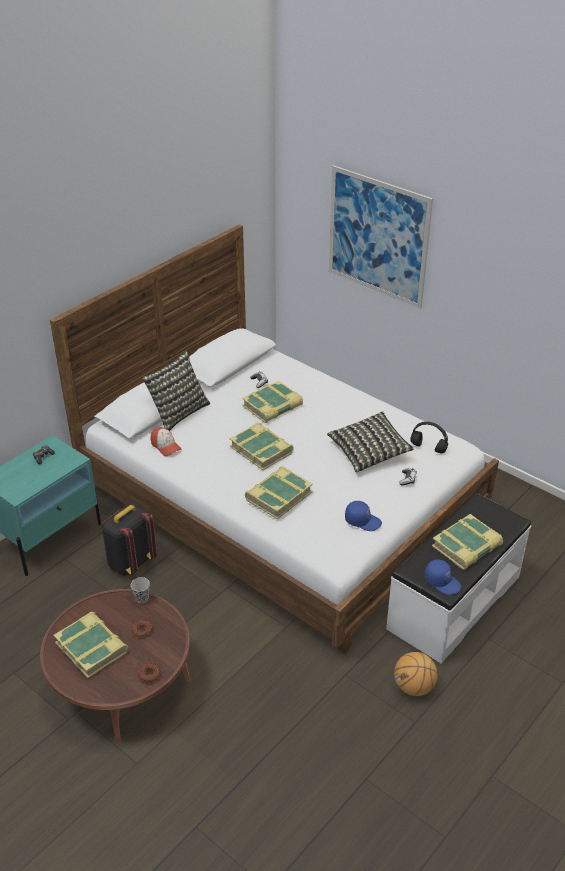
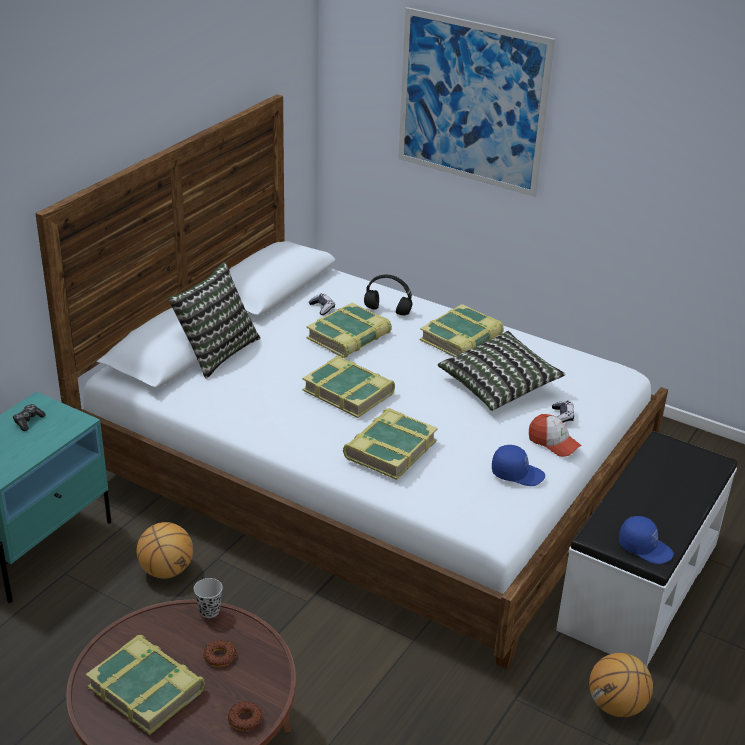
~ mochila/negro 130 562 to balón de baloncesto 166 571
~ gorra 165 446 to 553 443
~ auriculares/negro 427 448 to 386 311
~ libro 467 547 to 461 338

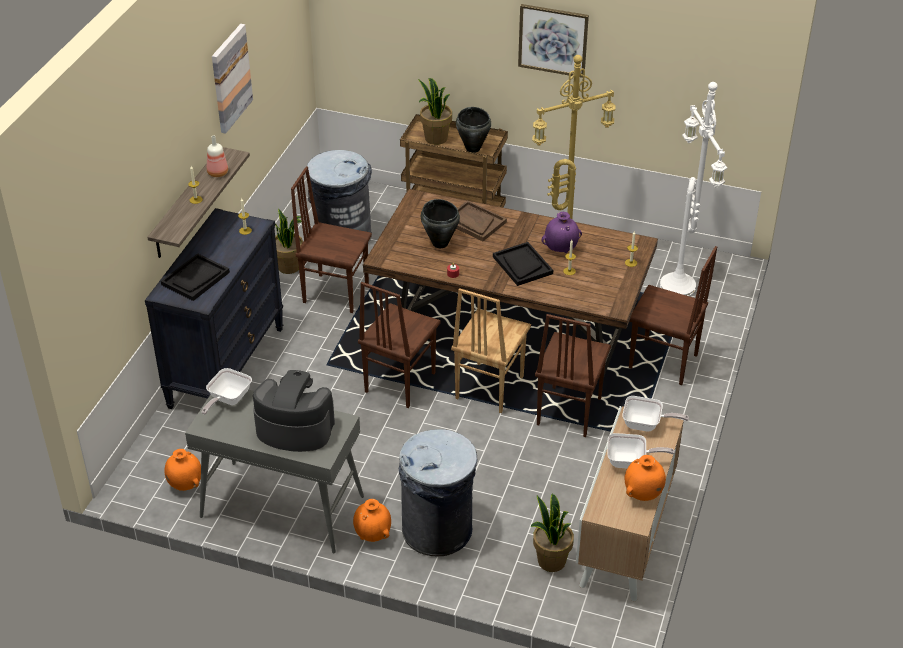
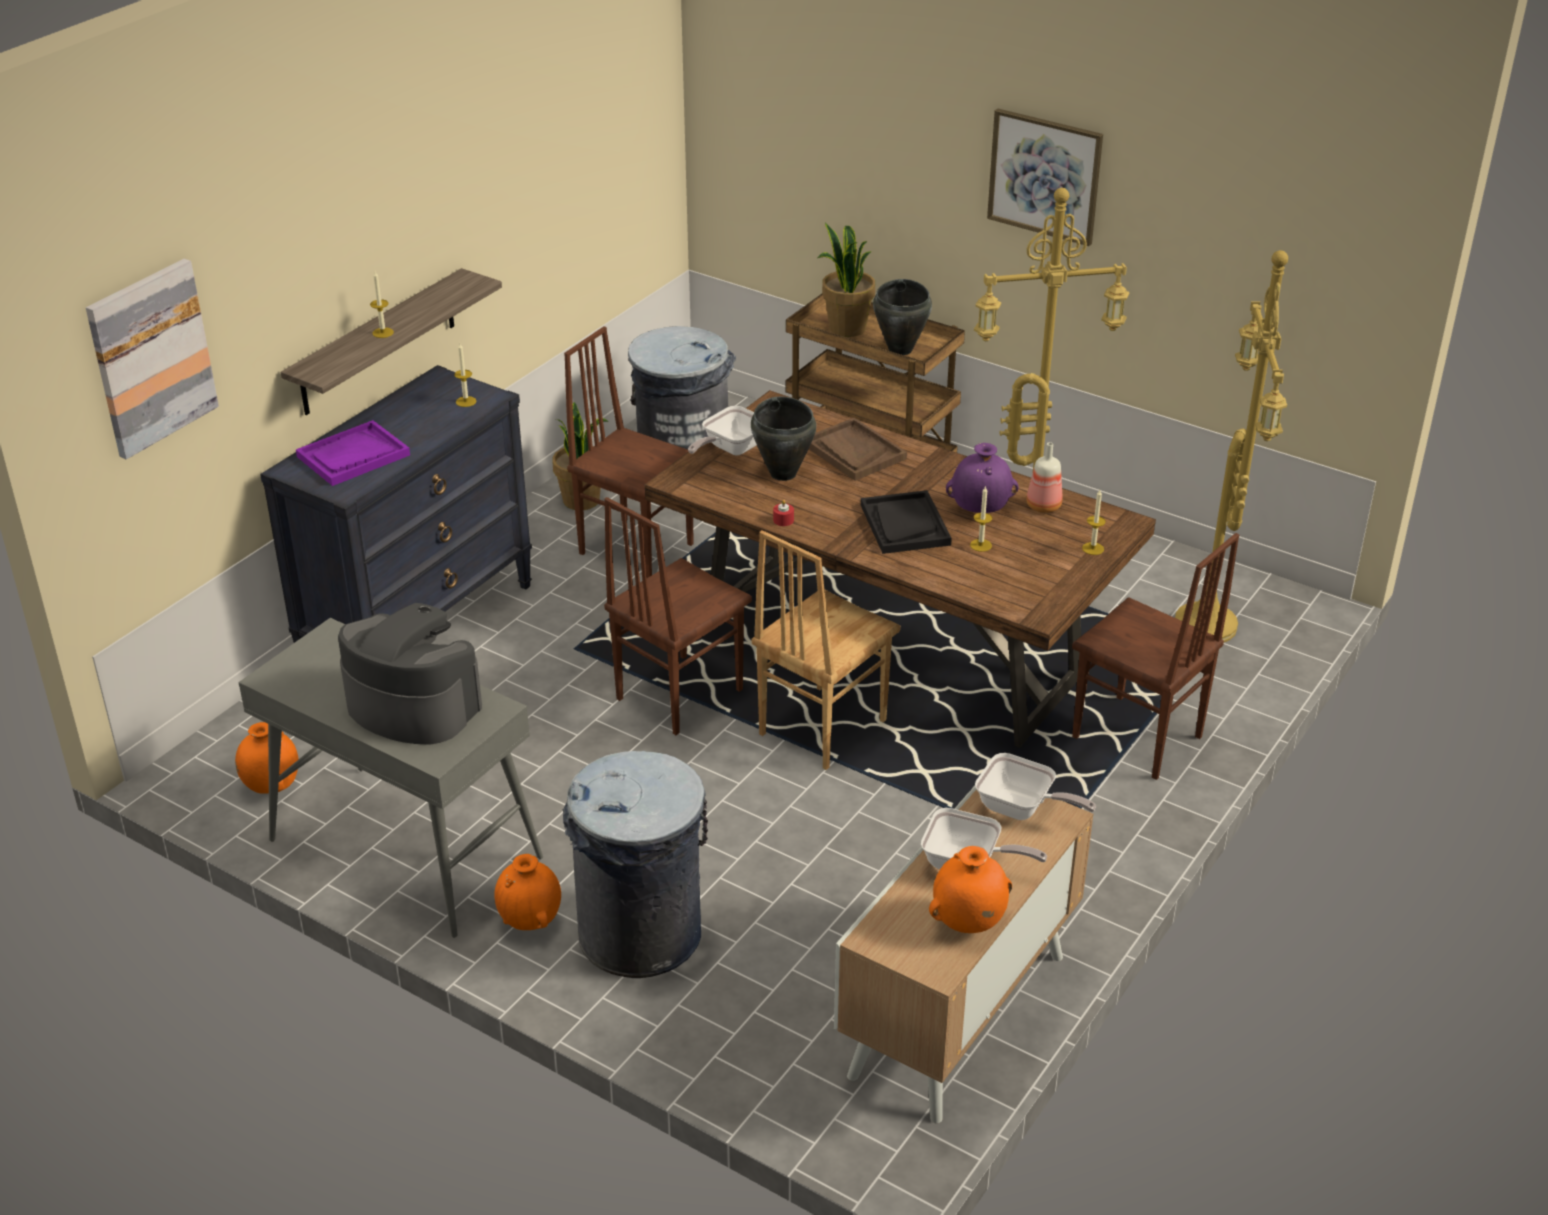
~ bandeja/negro 195 279 to bandeja/morado 353 456
~ sartén 227 400 to 730 449
~ botella 218 173 to 1043 507
~ cuadro 230 78 to 151 357
- planta en maceta 551 561
- silla/marrón 567 412
~ lámpara de pie/blanco 680 287 to lámpara de pie/amarillo 1210 627

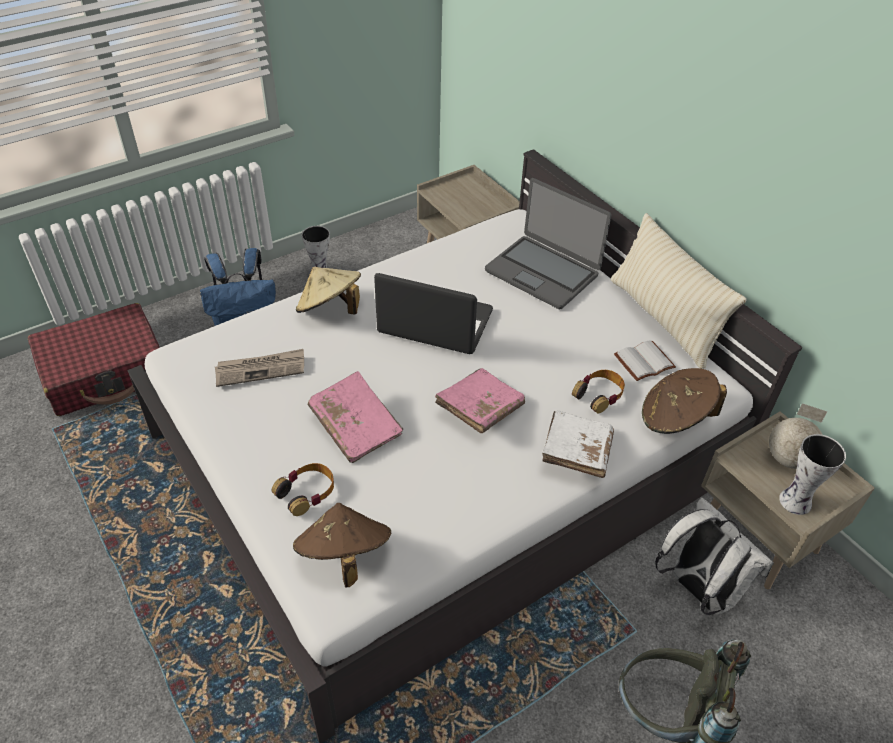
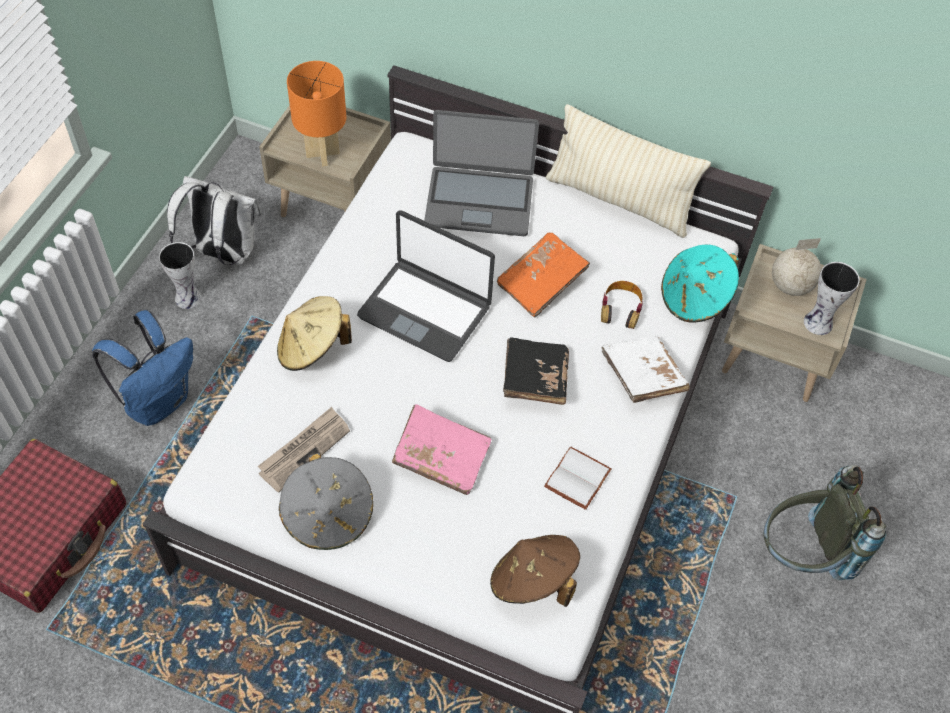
- auriculares 306 492
~ portátil 435 323 = 425 310 135 degrees counterclockwise
~ libro/rosa 479 409 to libro/negro 534 379
~ libro/blanco 644 363 to 578 480
~ sombrero/marrón 675 417 to sombrero/turquesa 695 298
~ mochila/blanco 698 589 to 222 253
+ sombrero/gris 328 516
+ lámpara de mesa/naranja 322 153
+ libro/naranja 541 283

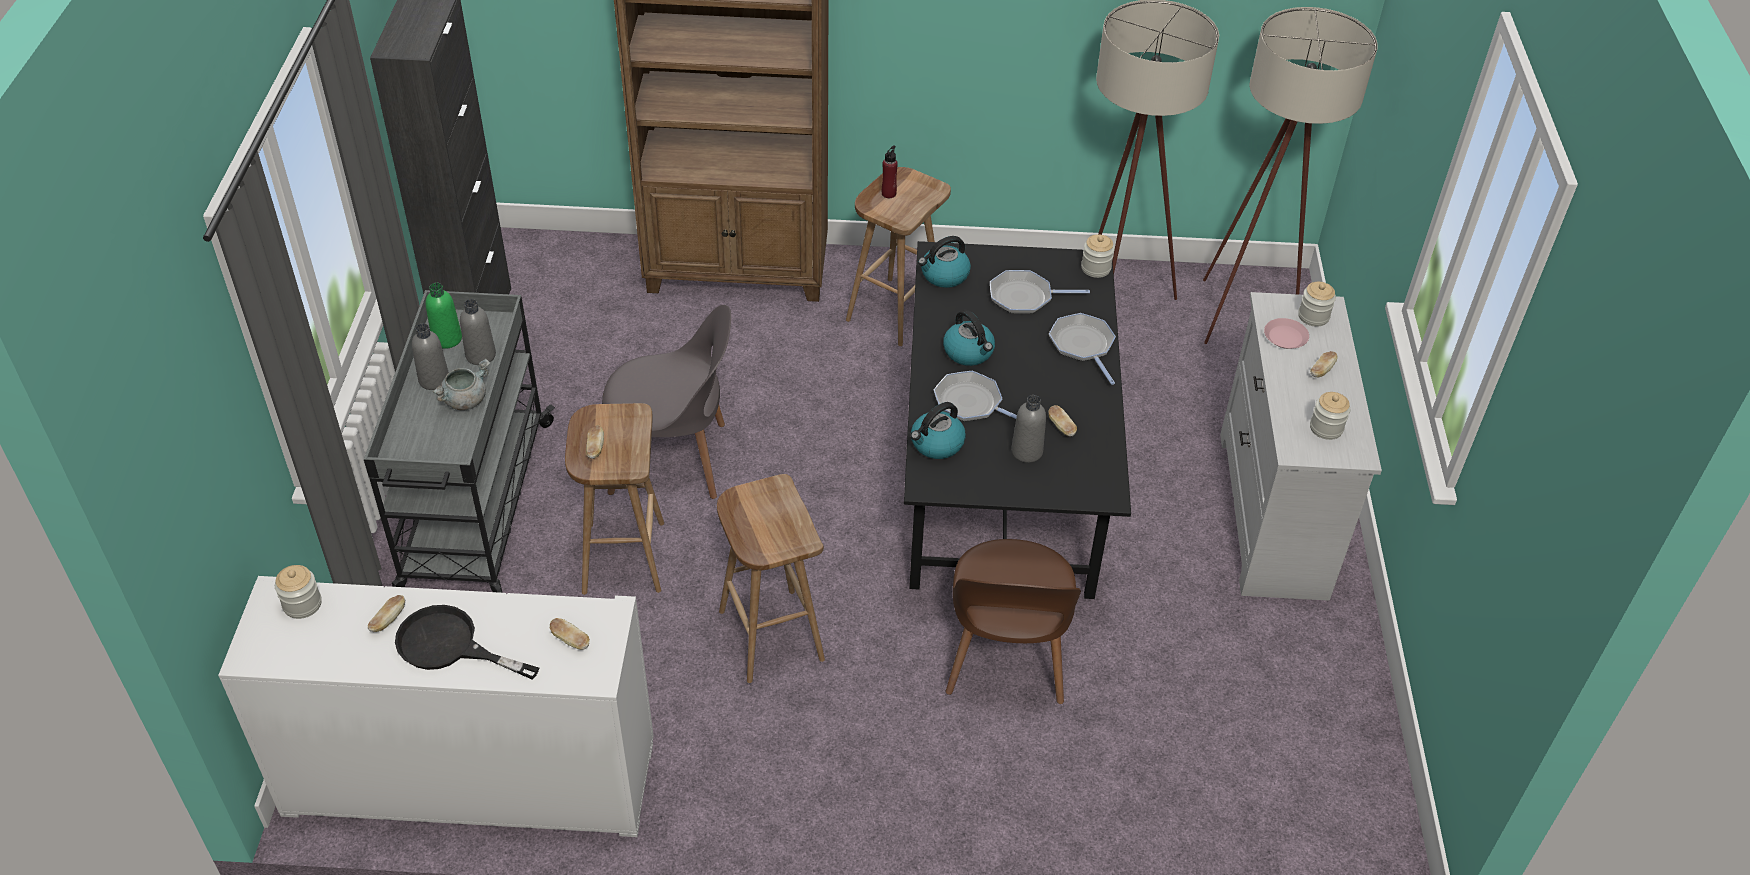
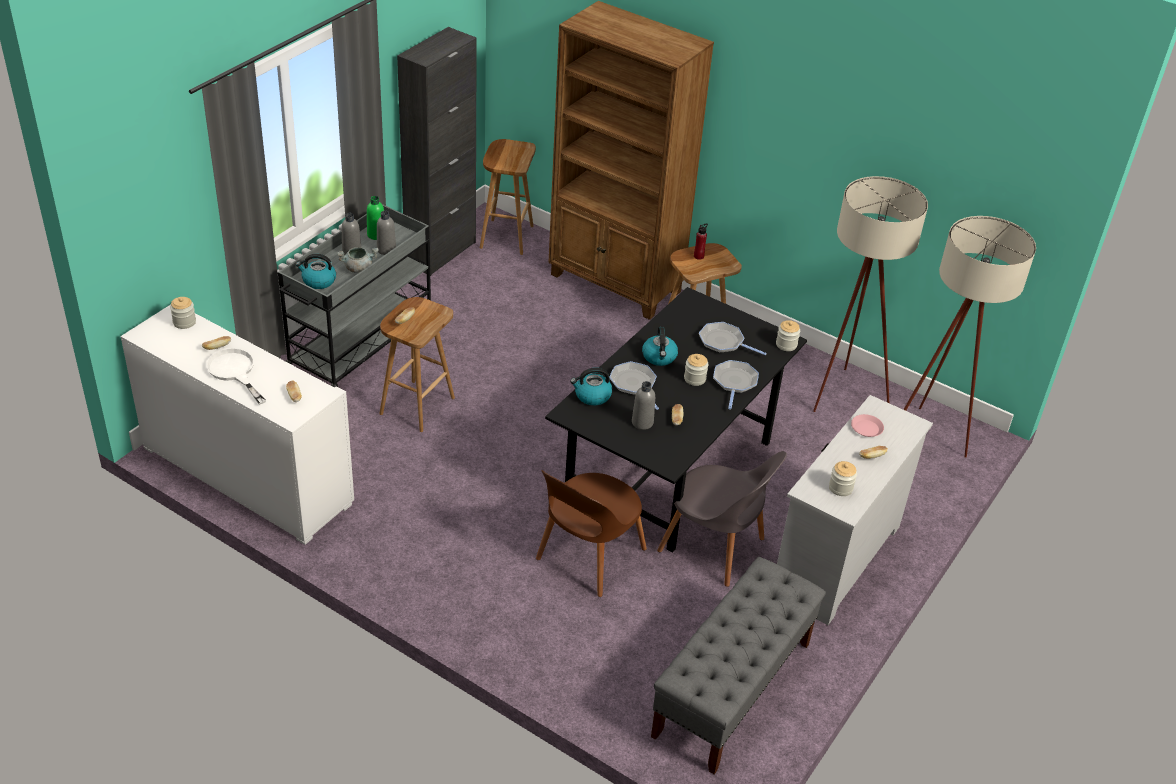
~ sartén/negro 450 646 to sartén/blanco 235 372
~ silla/gris 674 459 to 715 547
~ taburete/marrón 769 634 to 506 236
~ hervidor 944 275 to 318 281
~ tarro 1313 316 to 694 379
+ banco/gris 732 690

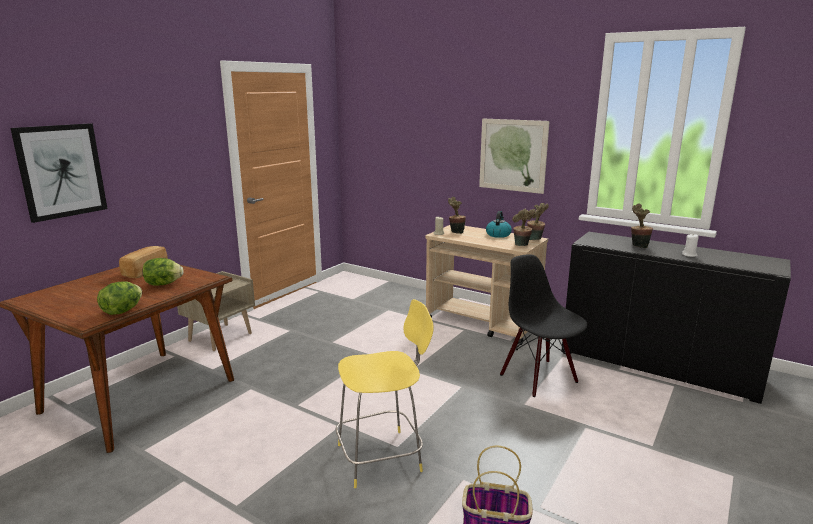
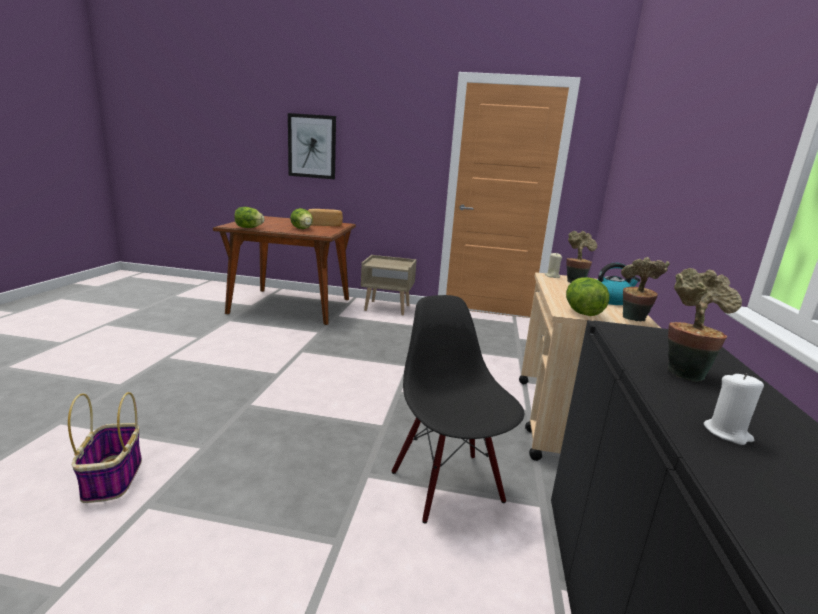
- taburete/amarillo 382 457
- cuadro 512 155
~ silla/negro 539 378 = 448 485 60 degrees counterclockwise
~ planta en maceta 522 245 to lechuga 582 313

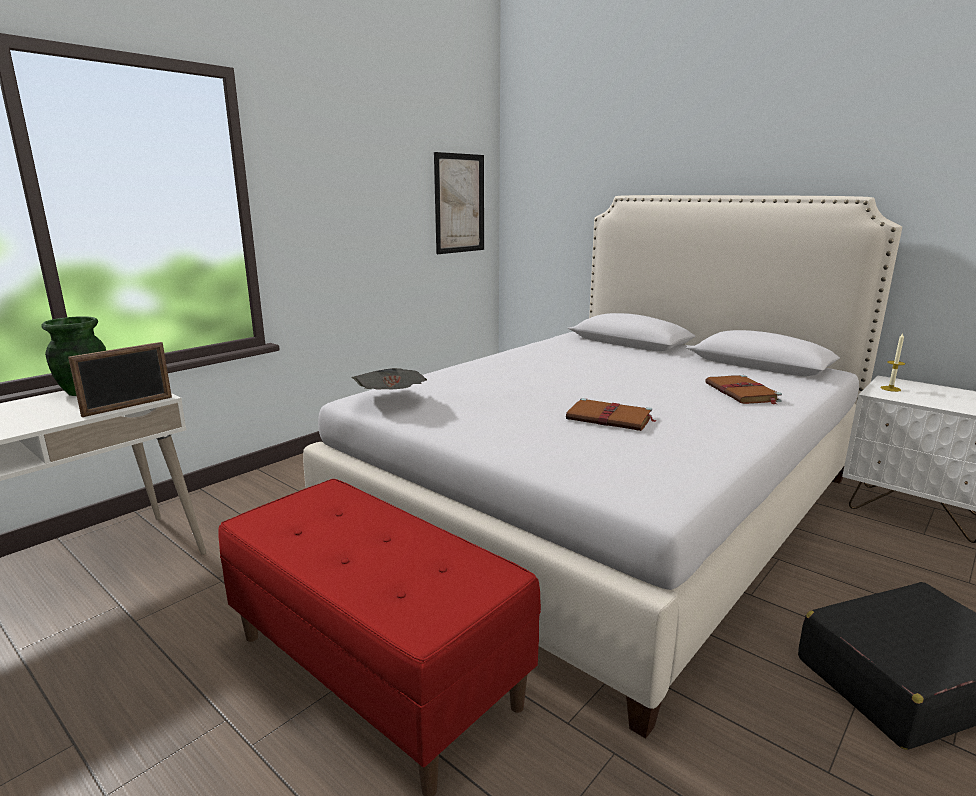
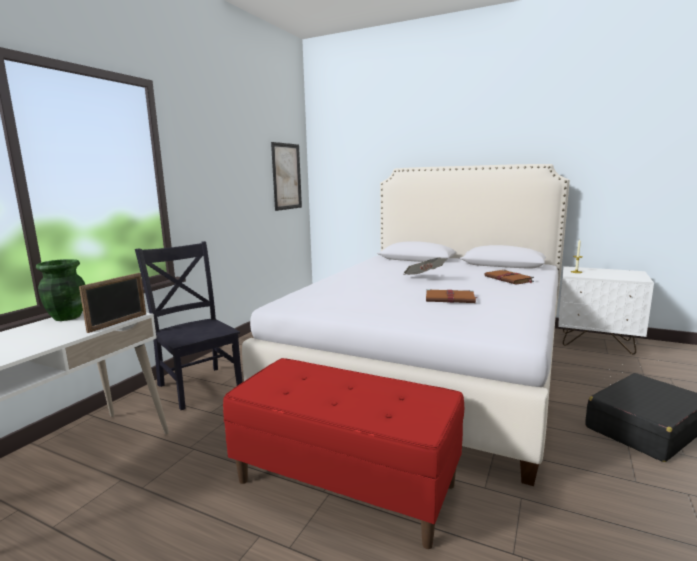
~ periódico 391 399 to 423 278
+ silla/negro 199 385

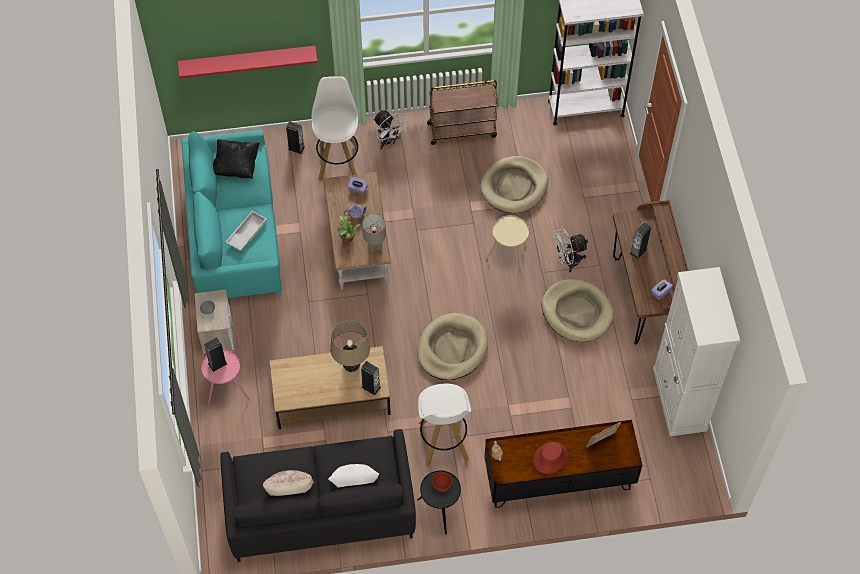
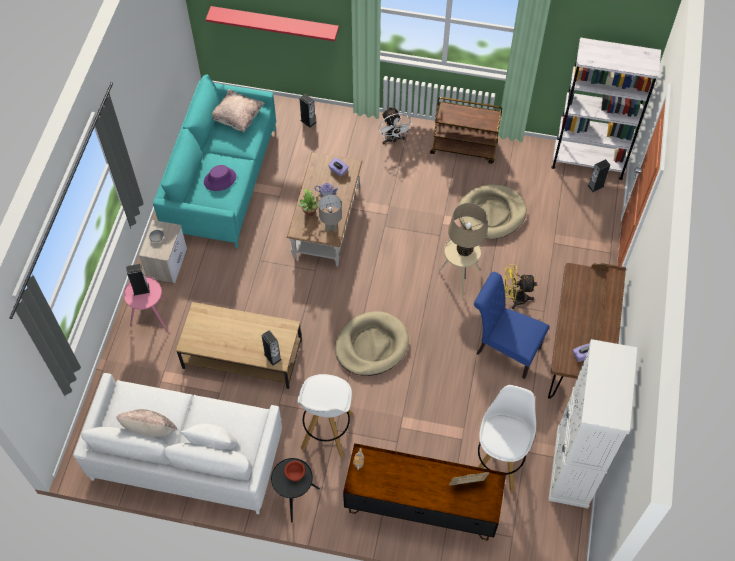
~ cojín/negro 236 166 to cojín/beis 237 118
~ sofá/negro 320 509 to sofá/blanco 186 456
~ bandeja/blanco 246 232 to sombrero/morado 220 179
~ taburete/blanco 338 161 to 499 461
~ lámpara de mesa/beis 351 365 to 464 250
- sombrero/rojo 550 458
~ cama para perro/beis 577 312 to silla/azul 504 349
~ ventilador/blanco 568 261 to ventilador/amarillo 514 298
~ altavoz 638 251 to 595 186

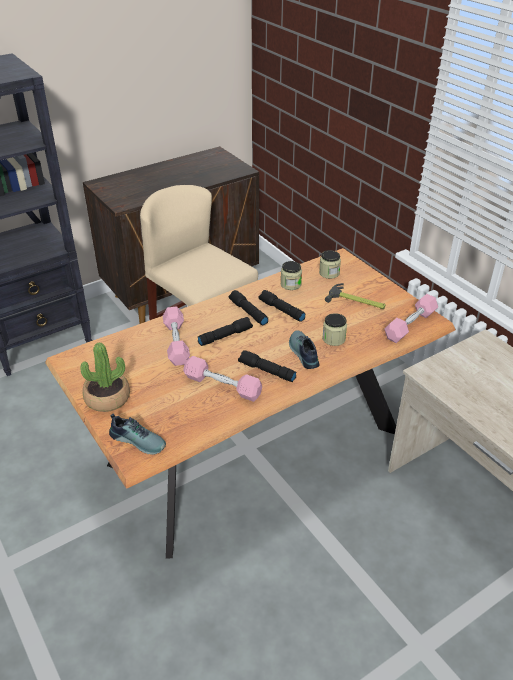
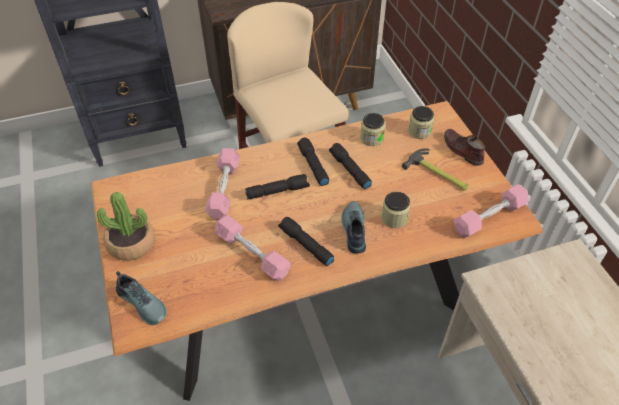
+ zapato/marrón 462 150

